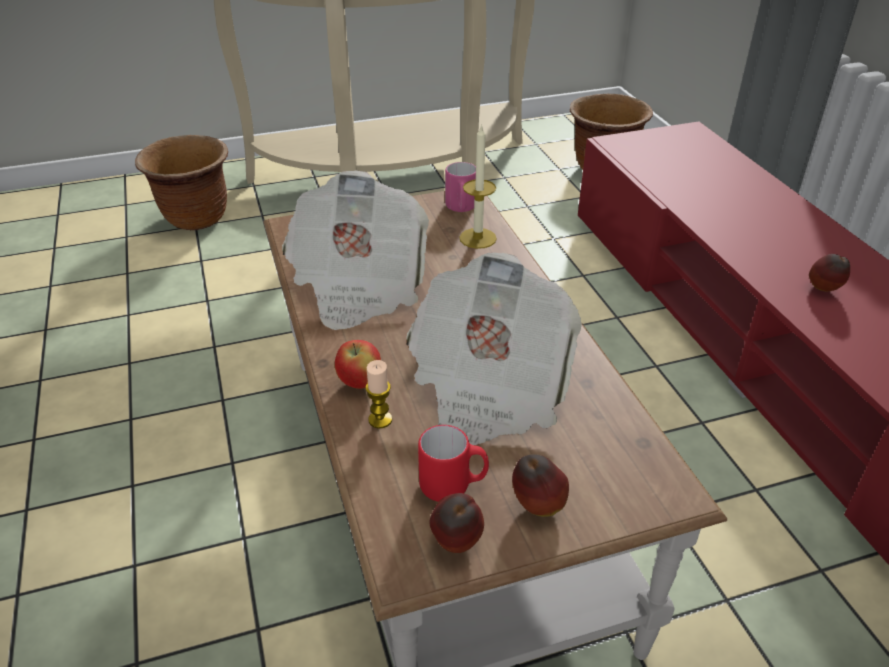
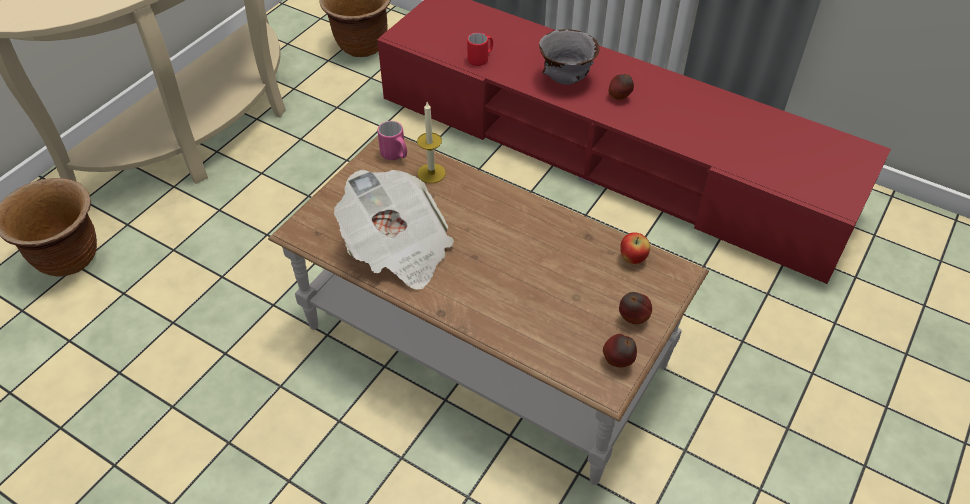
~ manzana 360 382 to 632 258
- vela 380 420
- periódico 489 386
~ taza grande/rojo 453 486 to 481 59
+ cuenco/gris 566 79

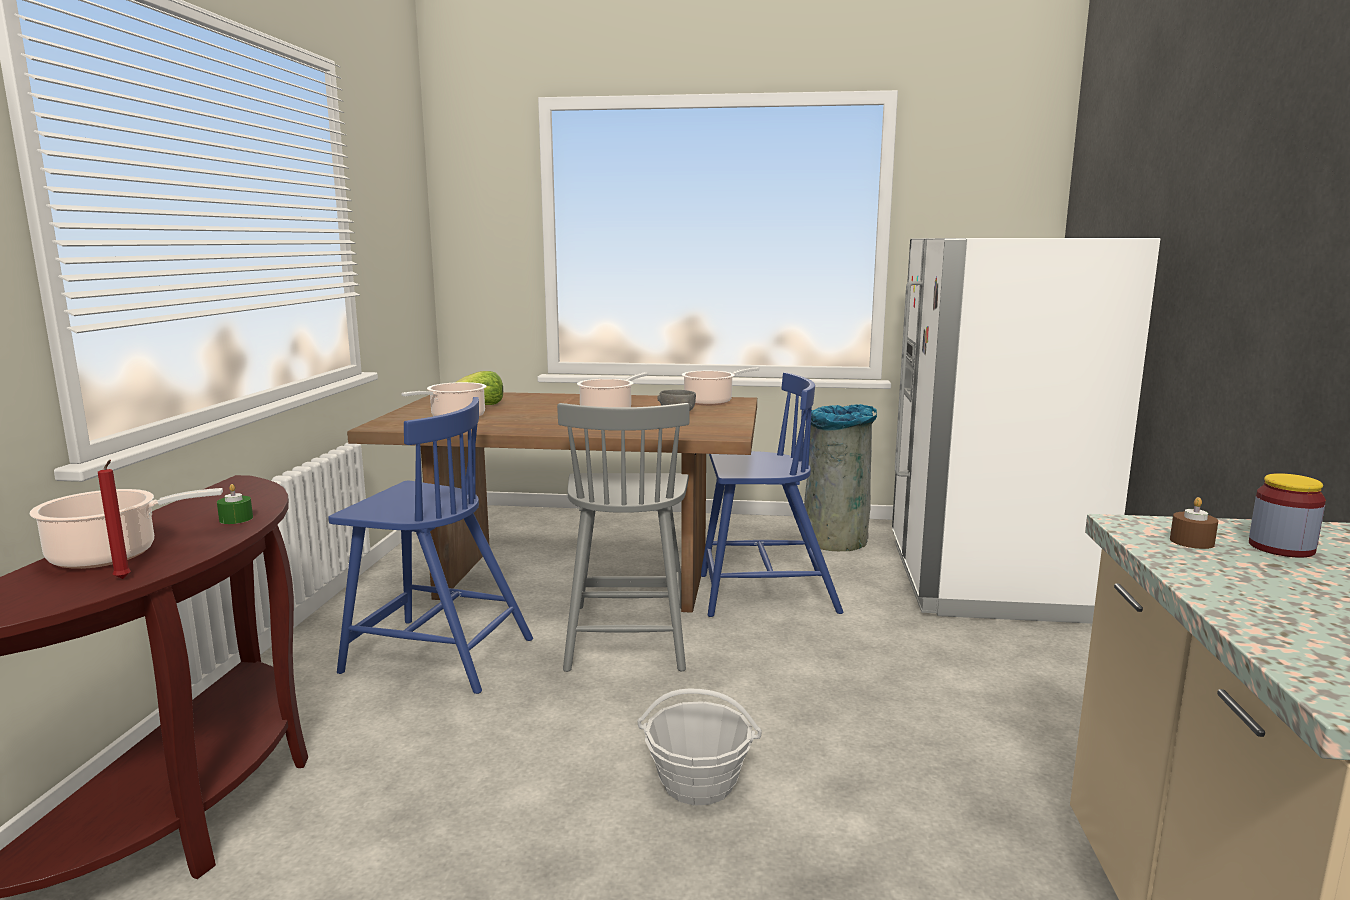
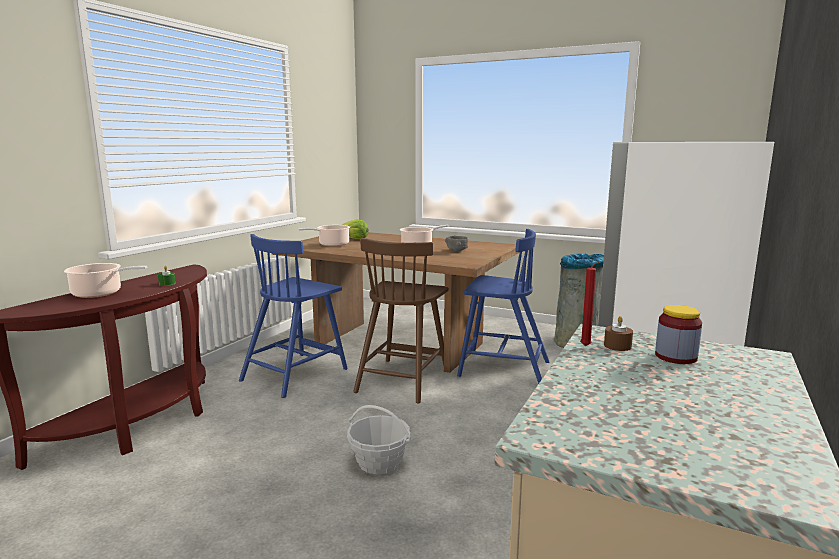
~ vela/rojo 124 579 to 587 347
~ silla/azul 435 655 = 295 374 90 degrees clockwise
~ silla/gris 627 635 to silla/marrón 403 379
- olla 711 402

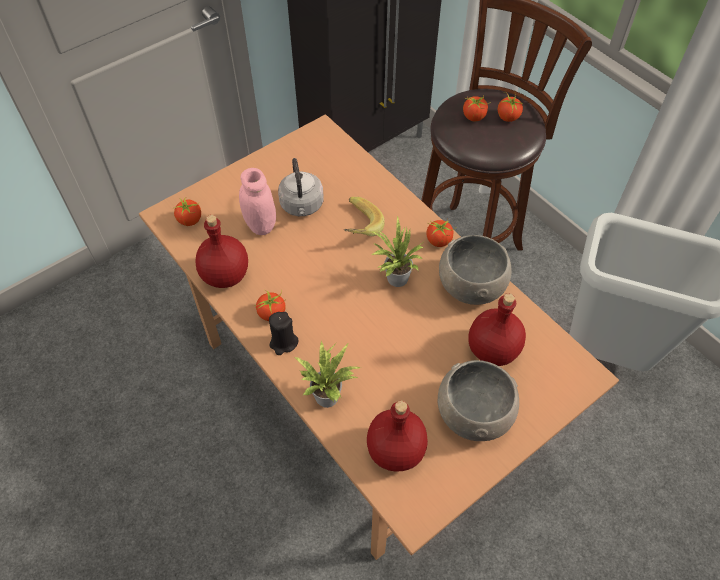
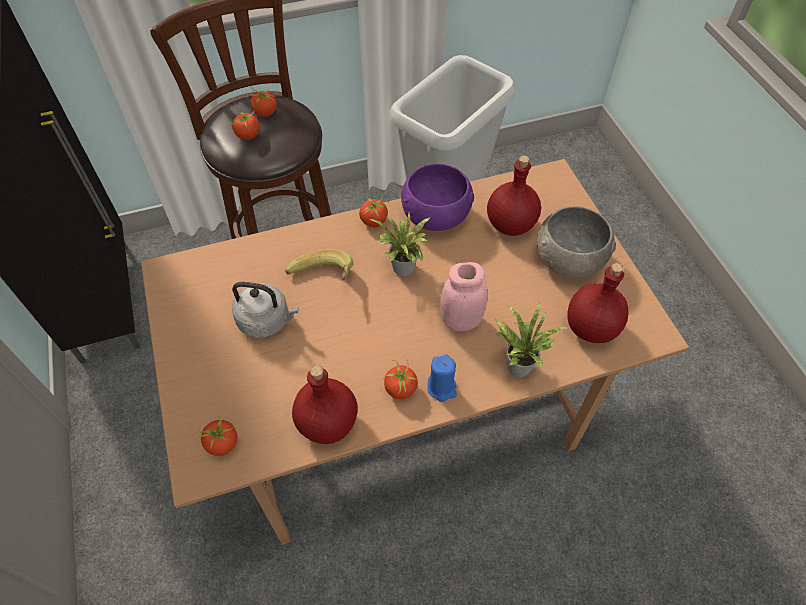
~ tarro/rosa 261 225 to 461 321
~ vela/negro 283 343 to vela/azul 442 387
~ cuenco/gris 471 285 to cuenco/morado 436 216

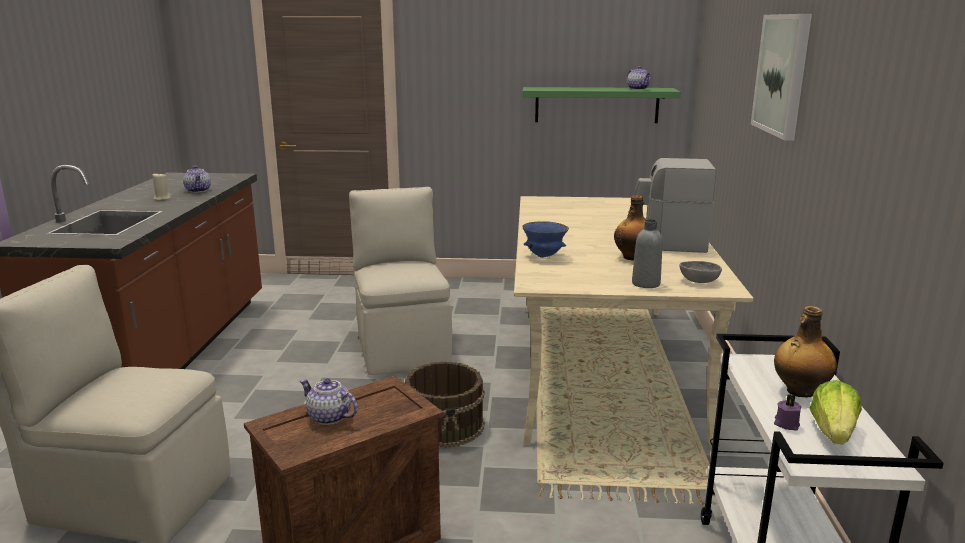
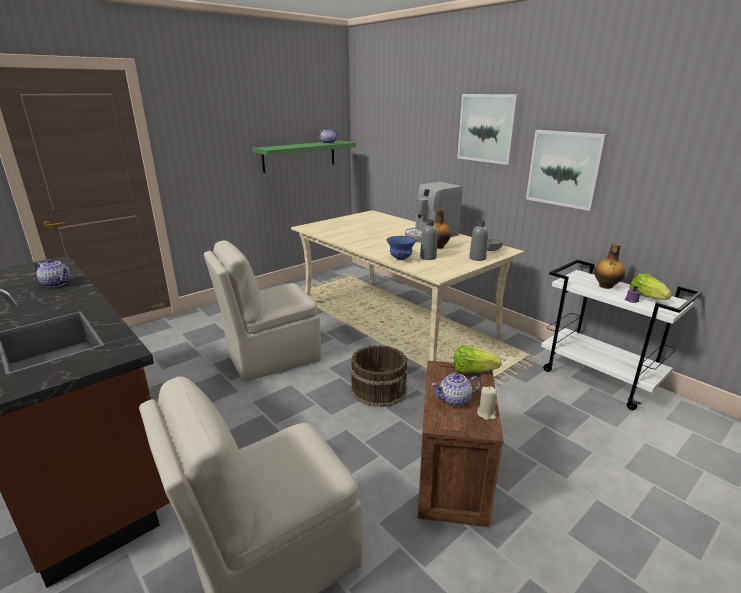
~ vela/beis 162 198 to 486 414
~ silla/beis 402 347 = 271 357 60 degrees counterclockwise
+ botella/gris 428 257
+ lechuga 472 371
+ cuadro 564 169

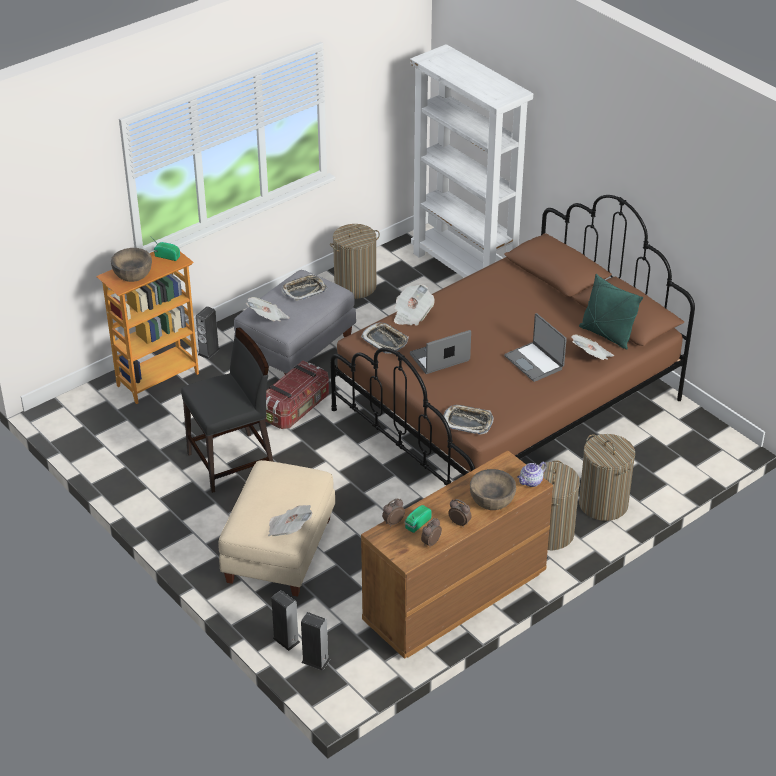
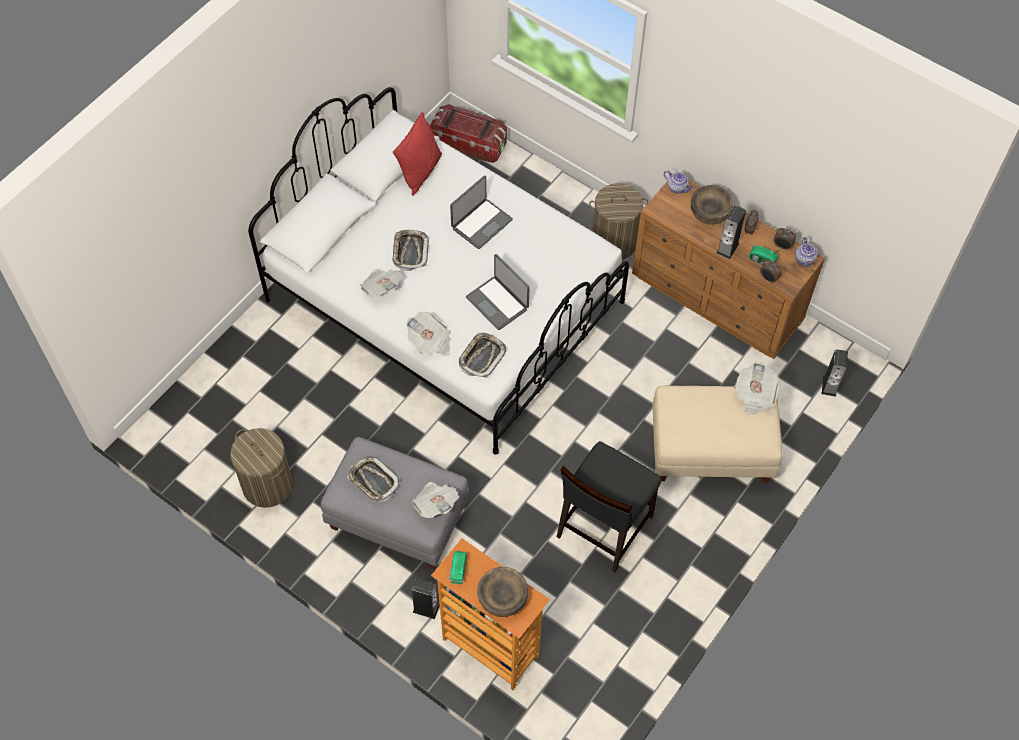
~ silla/negro 232 462 = 603 527 105 degrees counterclockwise
~ caja de almacenaje 296 409 to 469 143
~ altavoz 286 640 to 727 248
~ cama/marrón 507 406 to cama/blanco 445 301
- estantería/blanco 465 272
~ bandeja 468 422 to 410 252
~ periódico 591 357 to 382 288
~ cojín/verde 607 335 to cojín/rojo 420 172
- cesto de la ropa 603 504
+ tetera 805 259

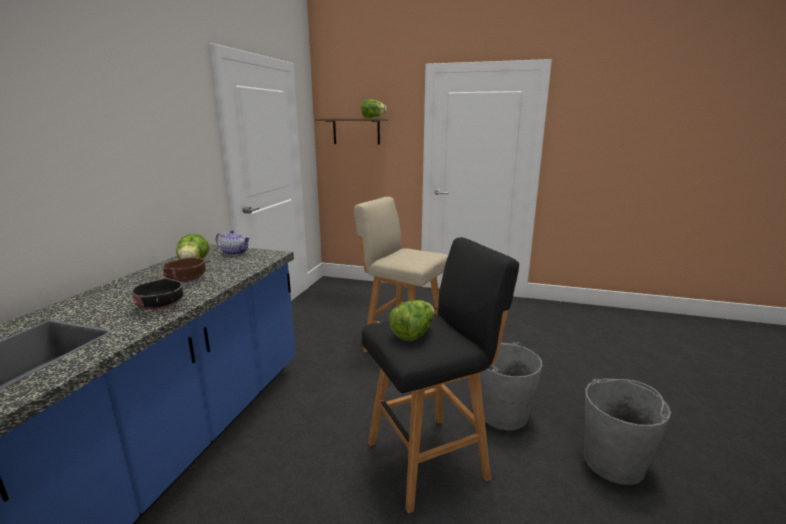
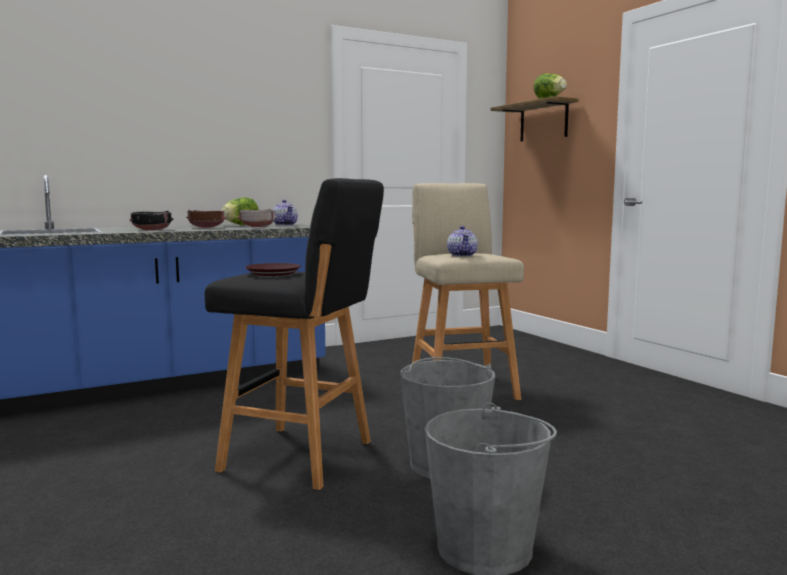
~ lechuga 413 334 to plato/marrón 272 273
+ cuenco/gris 257 226
+ tetera 462 255

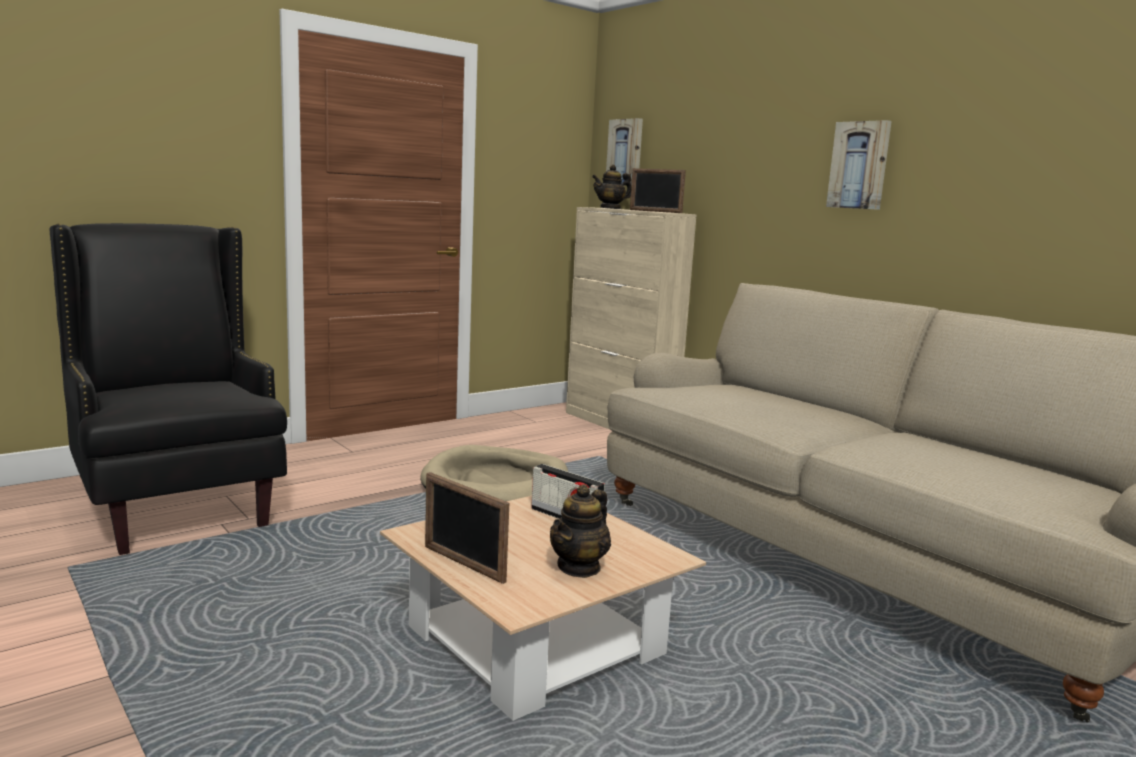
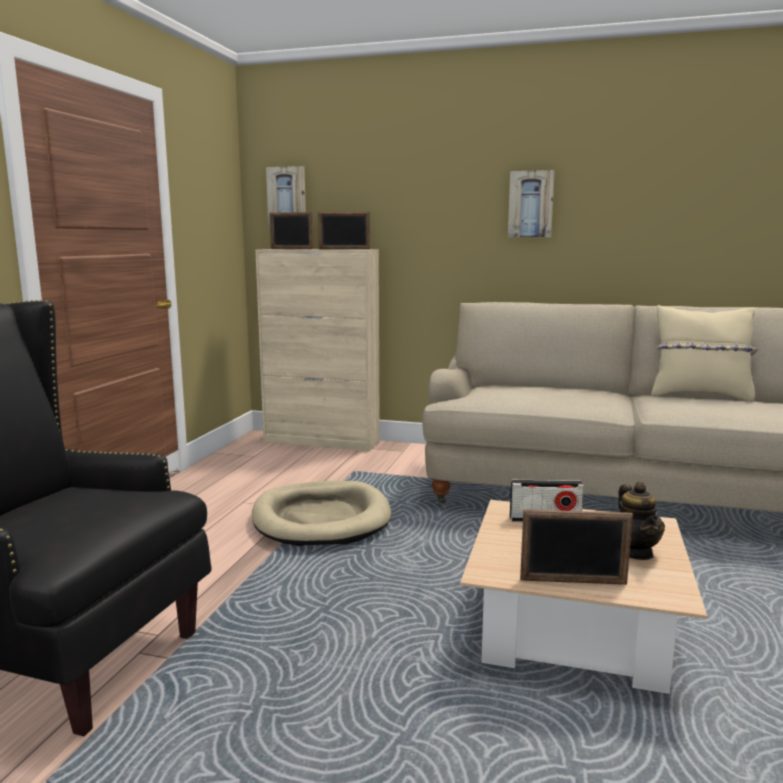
~ tetera 610 208 to portarretratos 291 249
+ cojín/beis 700 395

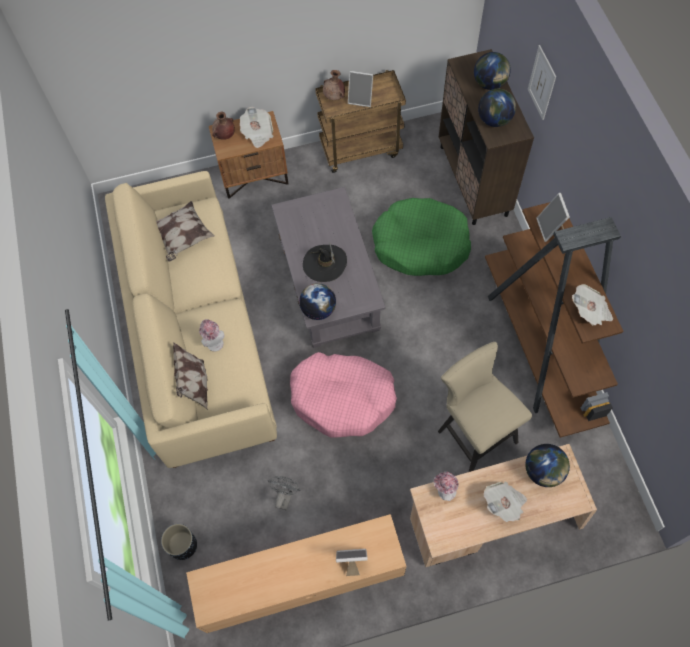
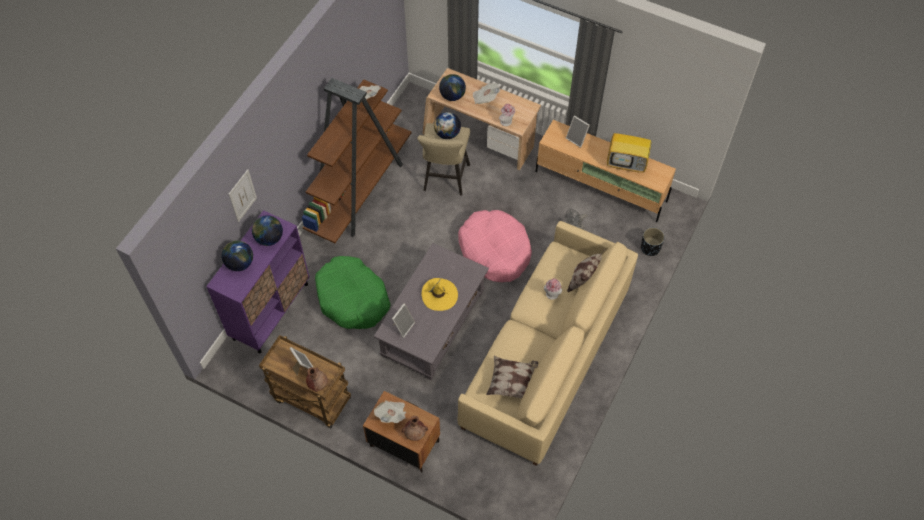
~ globo terráqueo 318 309 to 447 134
~ sombrero/negro 325 264 to sombrero/amarillo 439 295
~ armario/marrón 473 181 to armario/morado 271 311
~ portarretratos 550 228 to 403 326
+ televisor 627 163

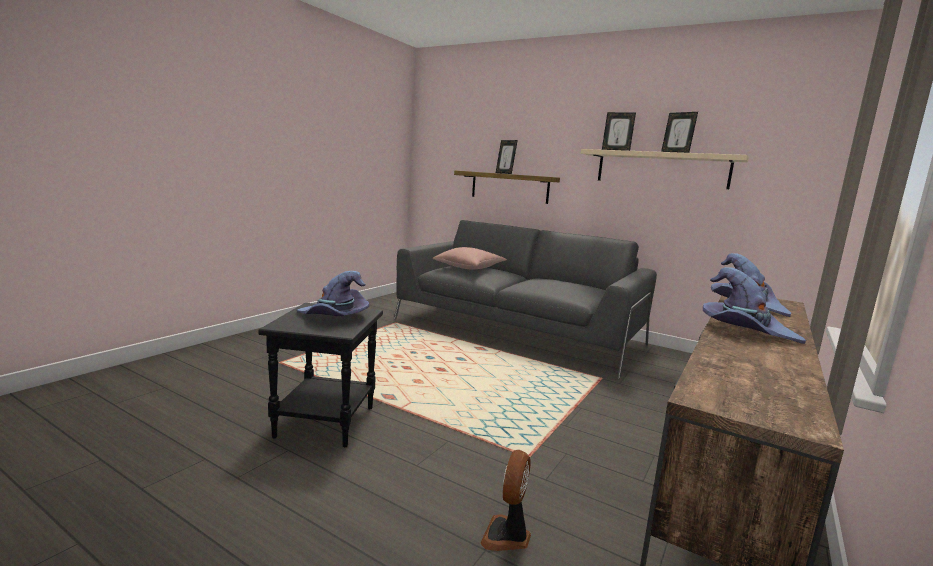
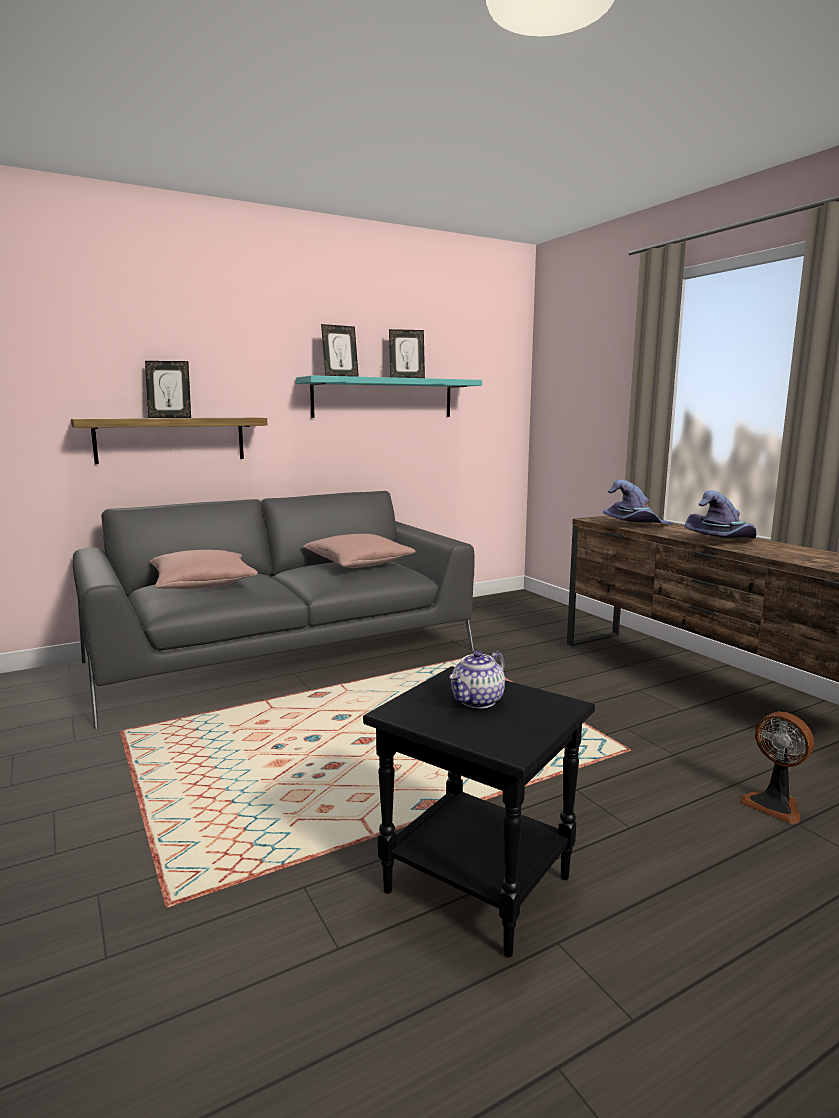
~ sombrero/morado 334 317 to tetera 478 701
~ estante/beis 661 169 to estante/turquesa 383 398
+ cojín/rosa 358 564

